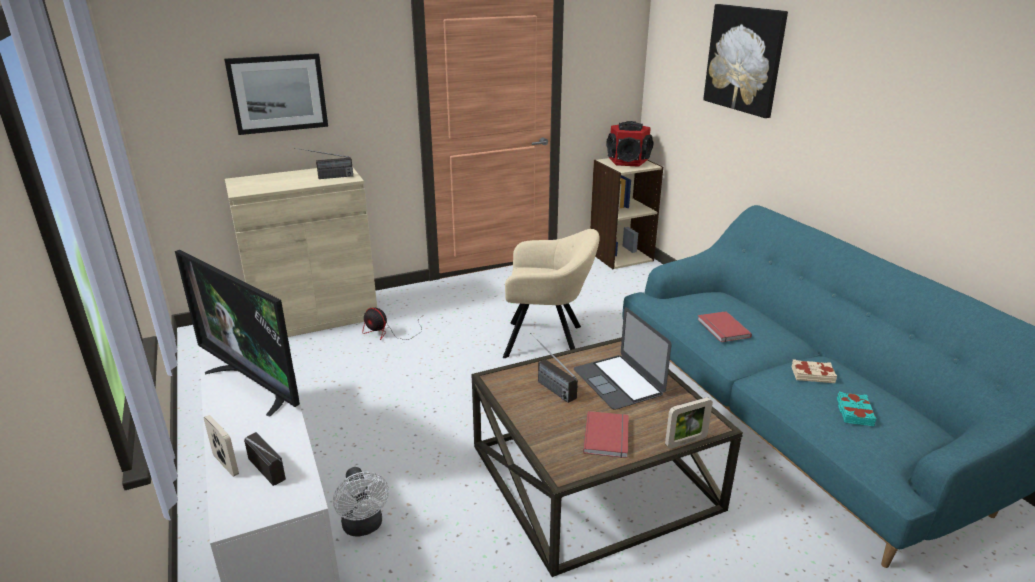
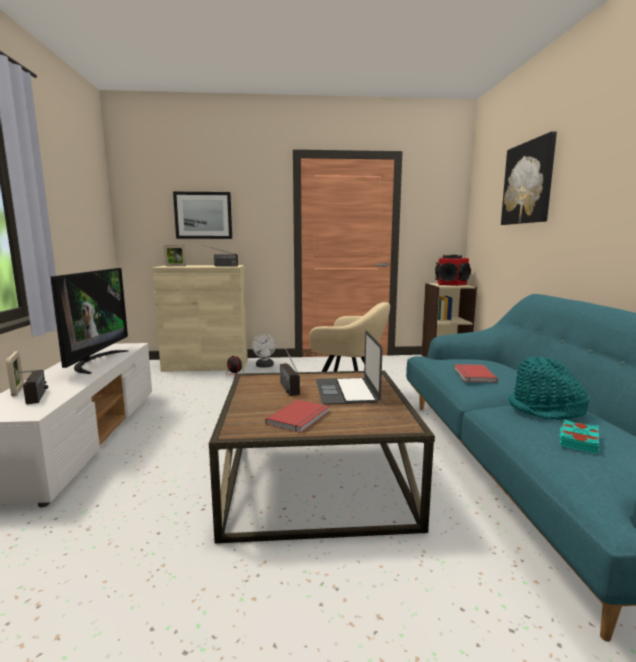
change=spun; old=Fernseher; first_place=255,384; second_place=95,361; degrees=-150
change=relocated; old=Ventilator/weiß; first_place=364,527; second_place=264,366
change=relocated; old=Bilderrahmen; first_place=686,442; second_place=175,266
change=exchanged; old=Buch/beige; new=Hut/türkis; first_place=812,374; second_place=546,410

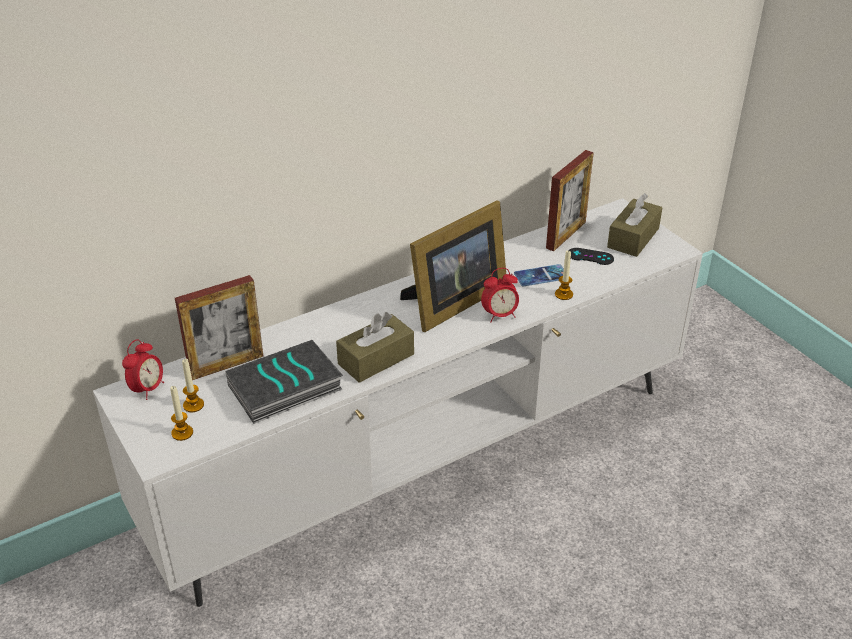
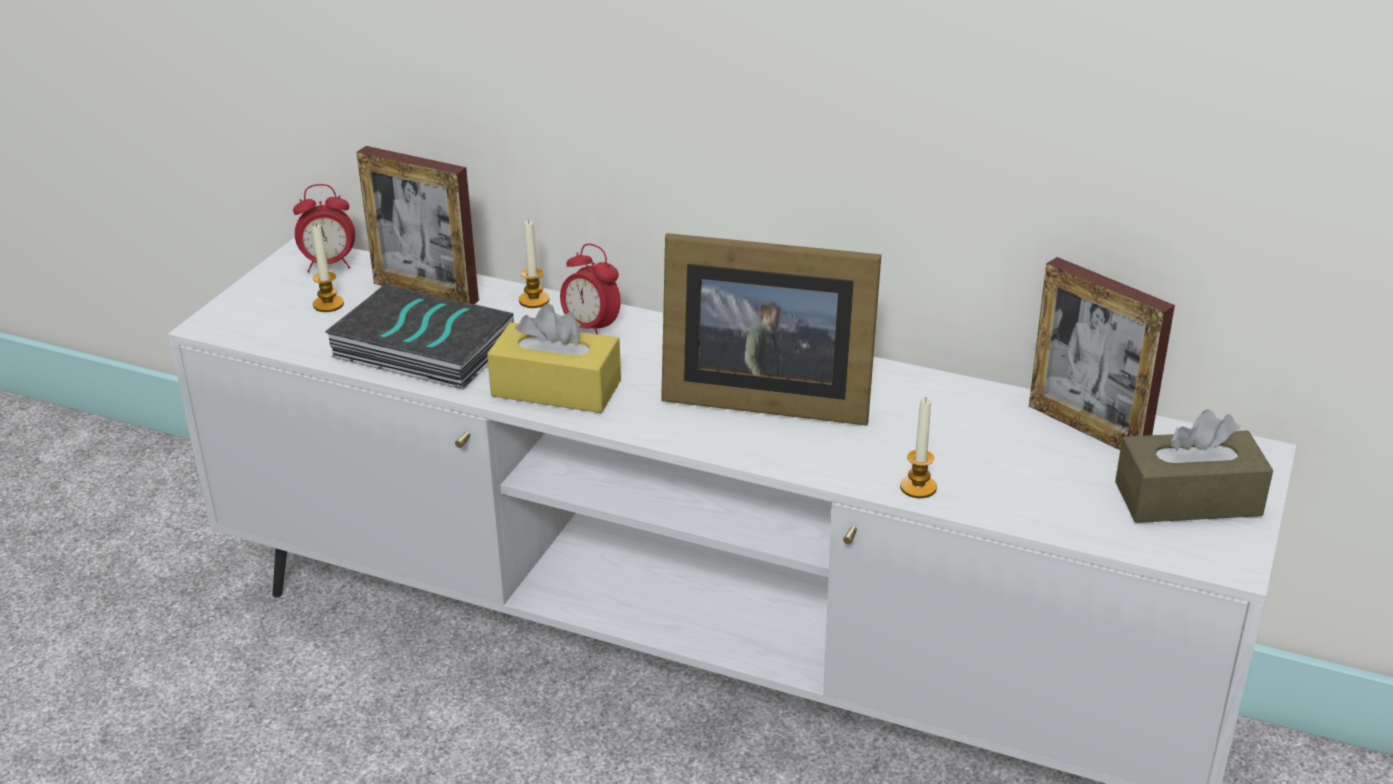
change=relocated; old=Kerze; first_place=182,433; second_place=534,300
change=colour; old=Taschentuchbox/braun; new=Taschentuchbox/gelb; first_place=376,359; second_place=556,388
change=relocated; old=Wecker; first_place=500,315; second_place=591,329
change=missing; old=Handy; first_place=541,276
change=spun; old=Bilderrahmen; first_place=566,235; second_place=1087,428; degrees=45
change=missing; old=Gamepad/schwarz; first_place=590,256

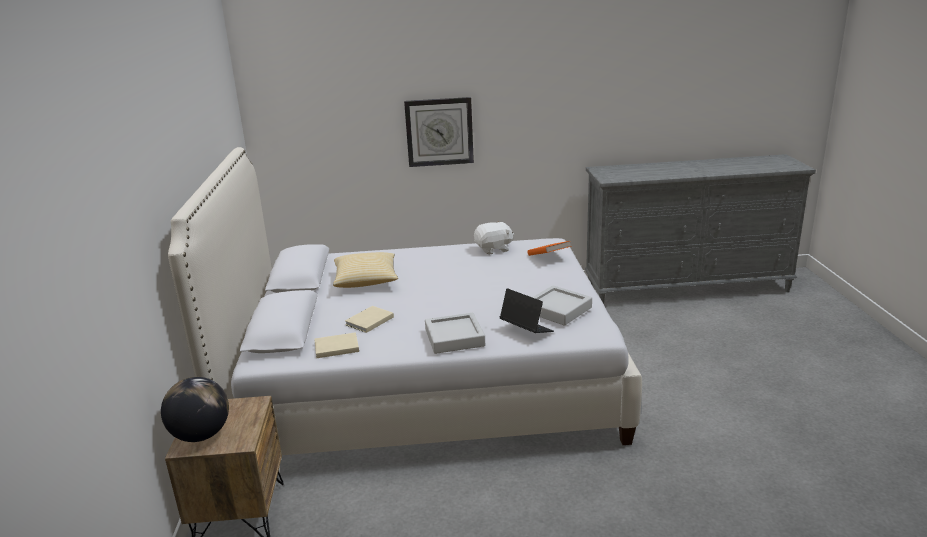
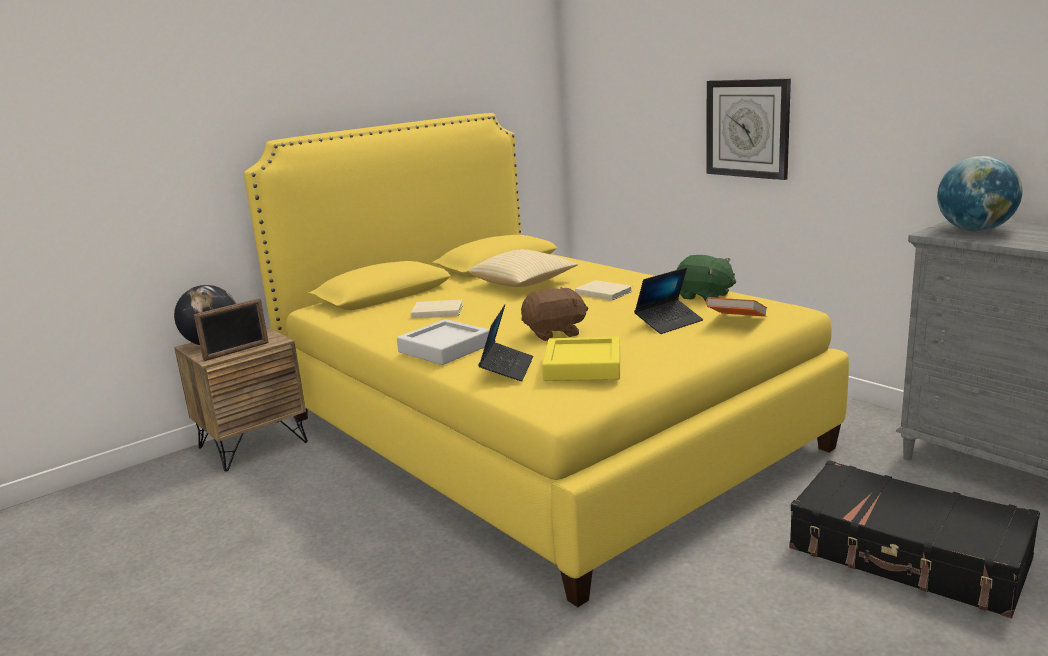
change=colour; old=Bett/weiß; new=Bett/gelb; first_place=425,383; second_place=538,432
change=relocated; old=Buch/beige; first_place=335,347; second_place=603,292
change=colour; old=Plüschtier/weiß; new=Plüschtier/grün; first_place=494,249; second_place=704,296
change=colour; old=Tablett/grau; new=Tablett/gelb; first_place=558,310; second_place=583,366
change=appeared; new=Bilderrahmen; second_place=236,351
change=appeared; new=Plüschtier/braun; second_place=554,333
change=appeared; new=Laptop; second_place=669,323
change=appeared; new=Koffer/schwarz; second_place=908,555
change=appeared; new=Globus; second_place=975,230

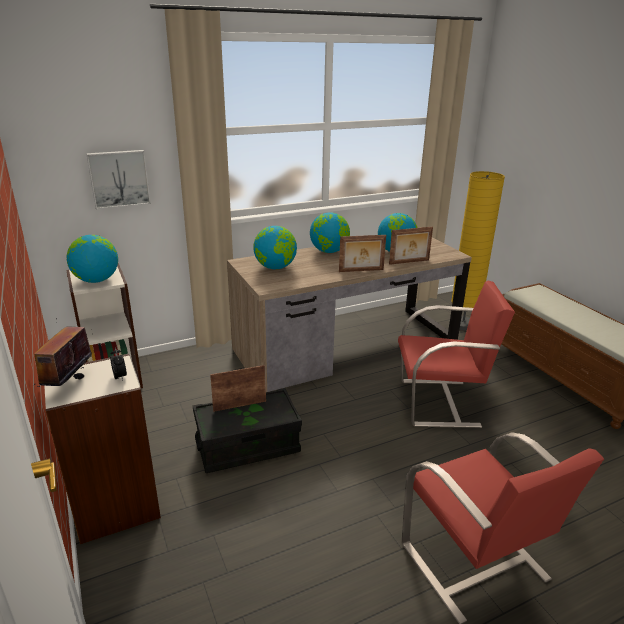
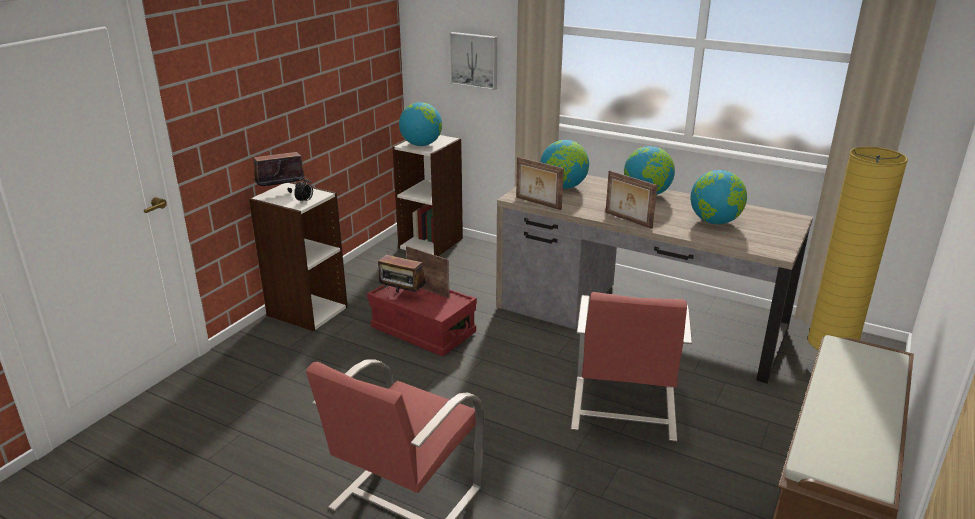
change=colour; old=Aufbewahrungsbox/schwarz; new=Aufbewahrungsbox/rot; first_place=248,446; second_place=423,331
change=relocated; old=Bilderrahmen; first_place=409,262; second_place=537,203
change=spun; old=Stuhl/rot; first_place=440,403; second_place=623,409; degrees=45
change=appeared; new=Radio; second_place=402,295

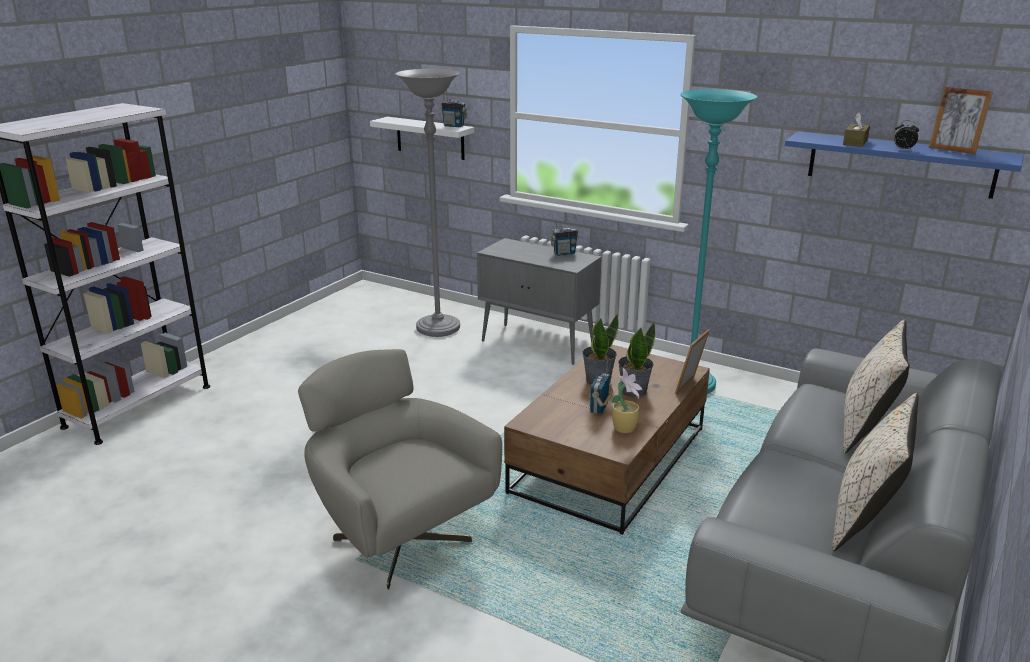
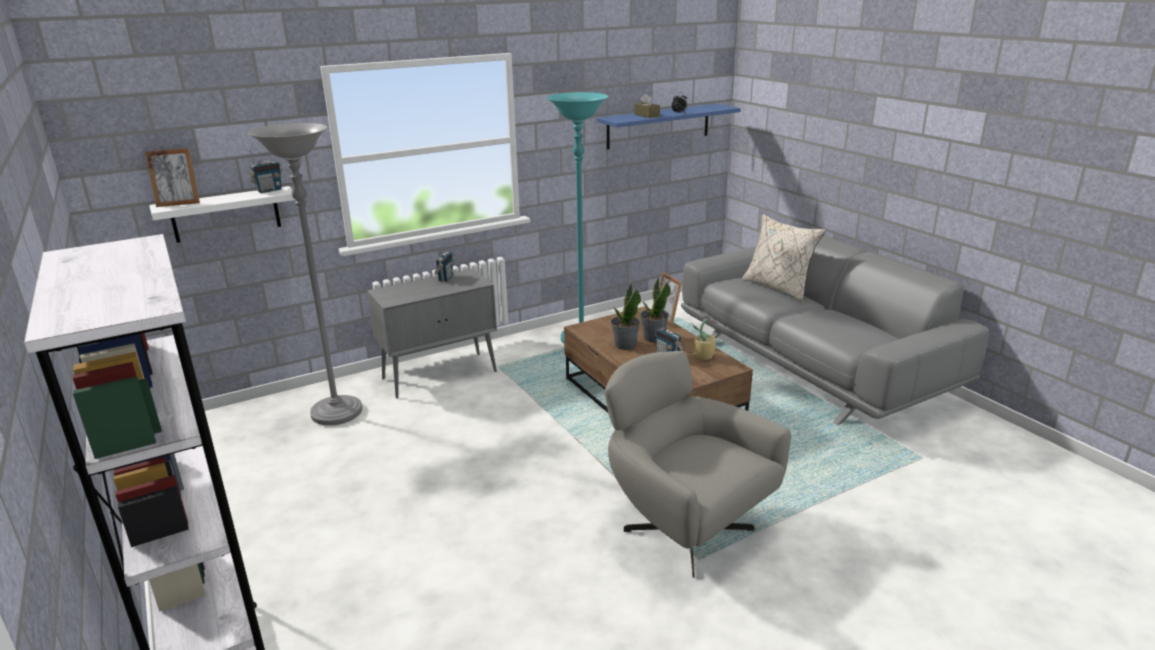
change=spun; old=Sessel/grau; first_place=399,538; second_place=684,528; degrees=60
change=missing; old=Kissen/beige; first_place=865,519
change=relocated; old=Bilderrahmen; first_place=953,150; second_place=179,203

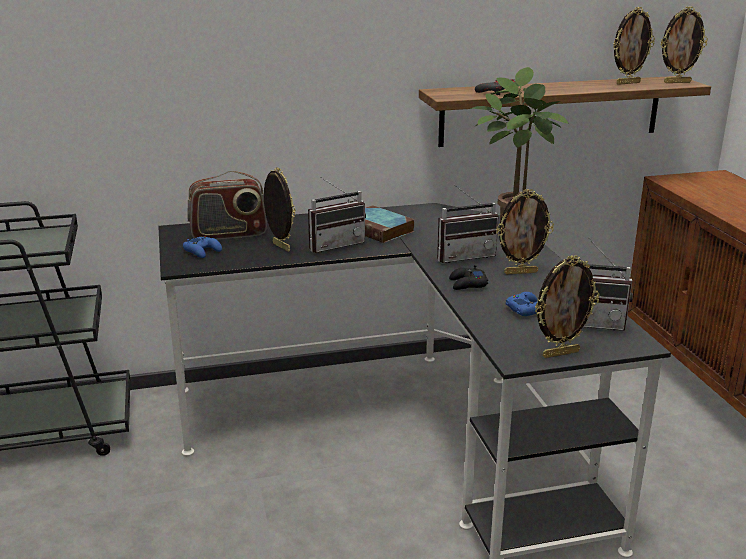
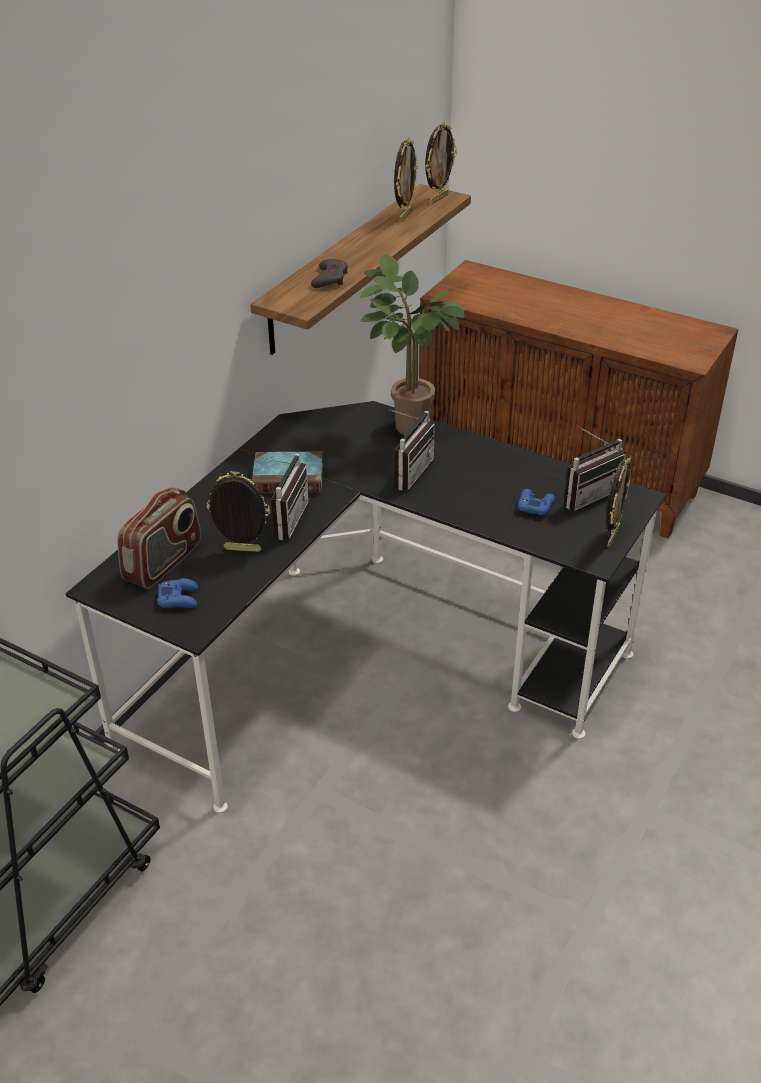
change=missing; old=Gamepad/schwarz; first_place=467,284
change=missing; old=Bilderrahmen; first_place=520,272

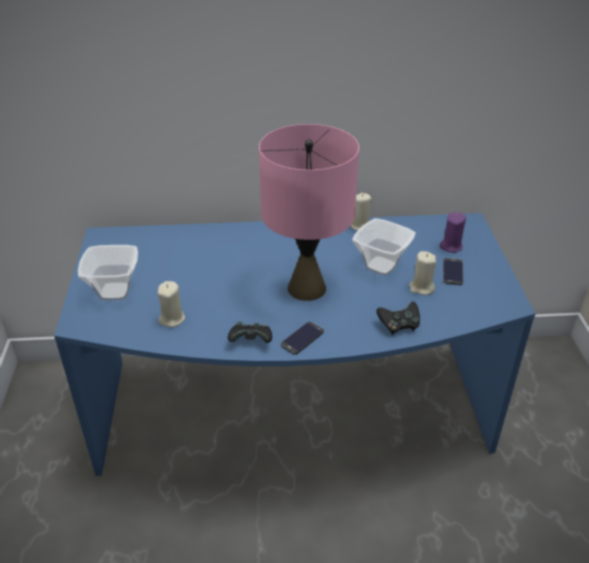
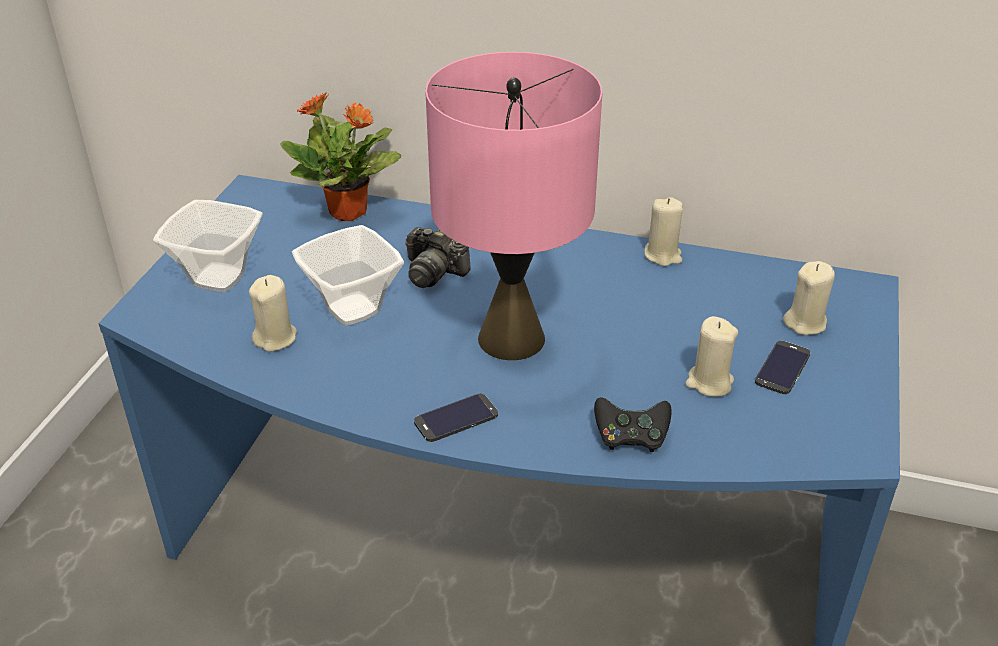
change=missing; old=Gamepad/schwarz; first_place=251,341
change=relocated; old=Schüssel; first_place=381,265; second_place=354,308
change=colour; old=Kerze/lila; new=Kerze/beige; first_place=451,246; second_place=805,323
change=appeared; new=Topfpflanze; second_place=349,212
change=appeared; new=Kamera; second_place=433,272

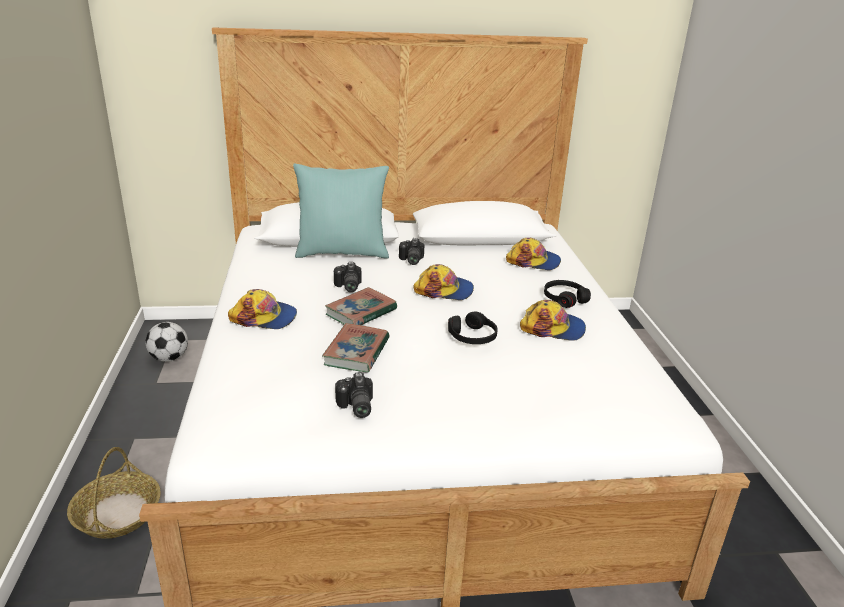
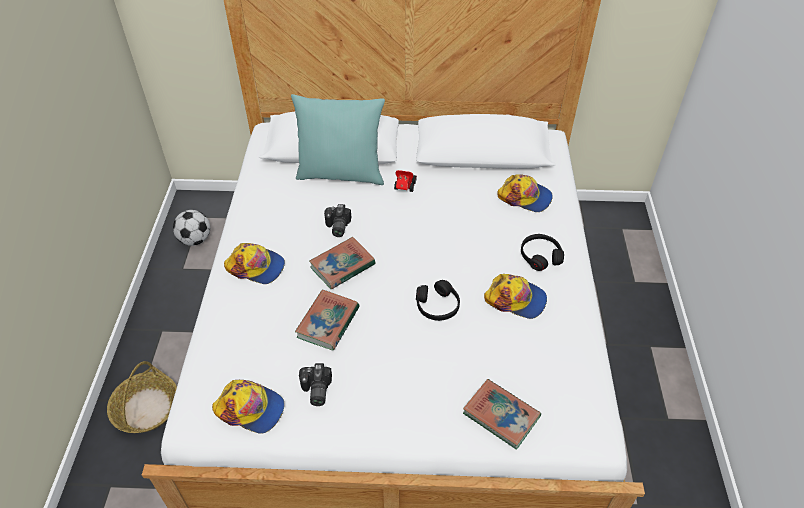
change=exchanged; old=Kamera; new=Spielzeugauto; first_place=410,260; second_place=404,188
change=relocated; old=Kappe; first_place=444,290; second_place=250,409
change=appeared; new=Buch; second_place=501,415

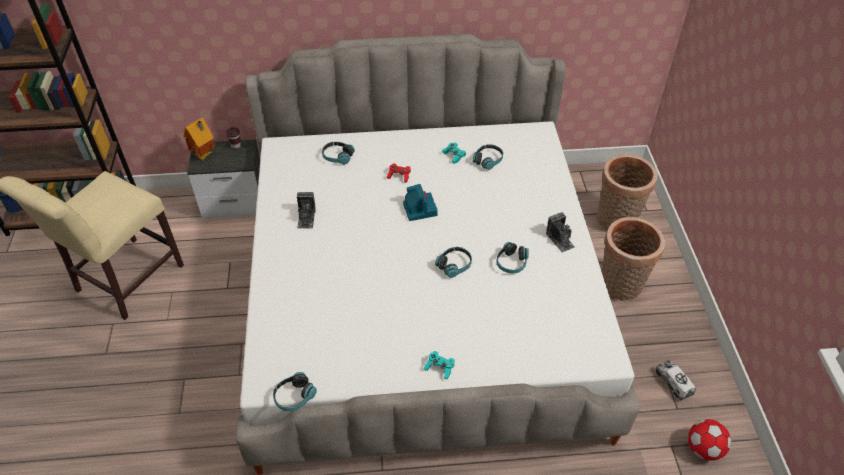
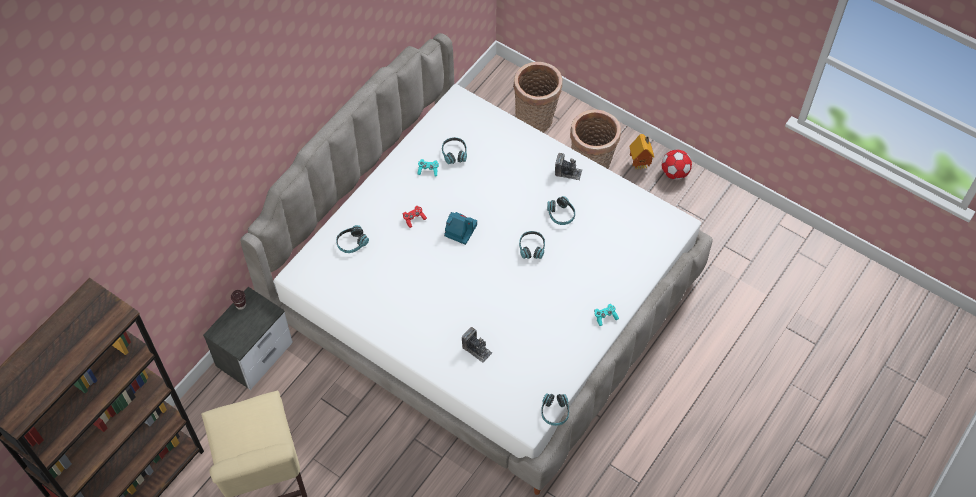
change=relocated; old=Spielzeughaus; first_place=204,156; second_place=640,164
change=relocated; old=Kamera; first_place=306,218; second_place=477,350
change=missing; old=Spielzeuglaster; first_place=673,383
change=relocated; old=Fußball; first_place=703,448; second_place=674,173

